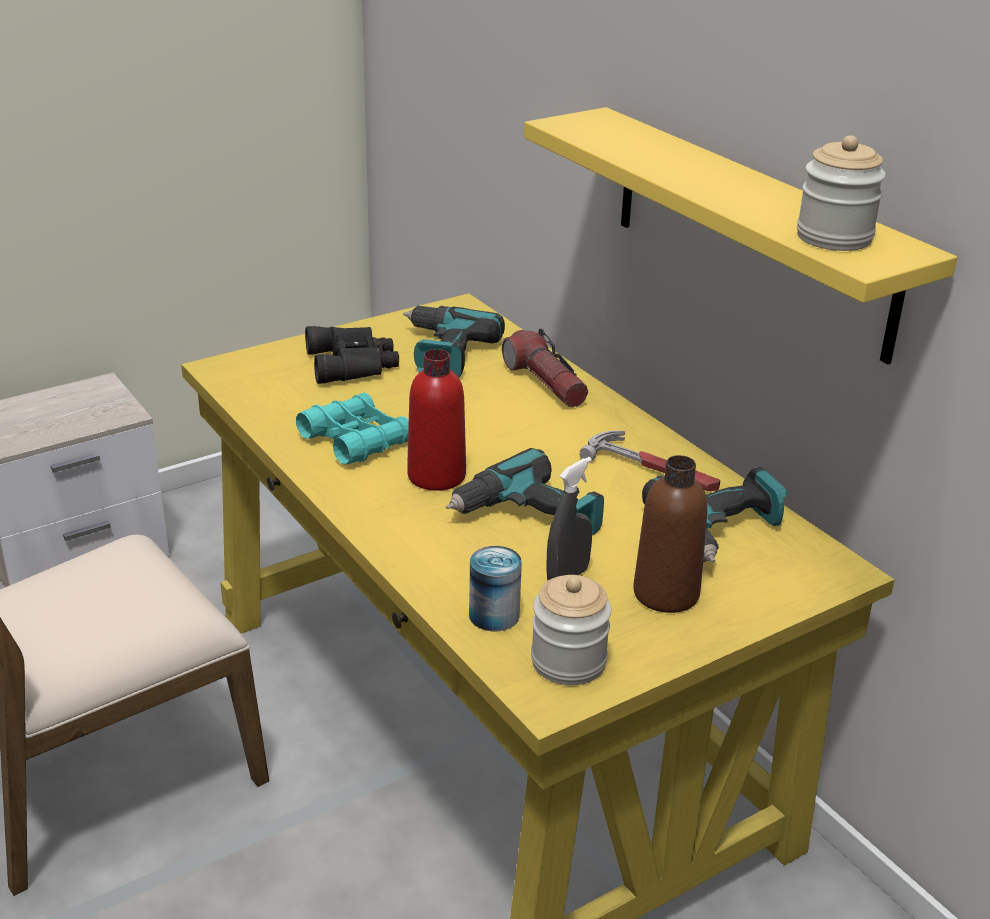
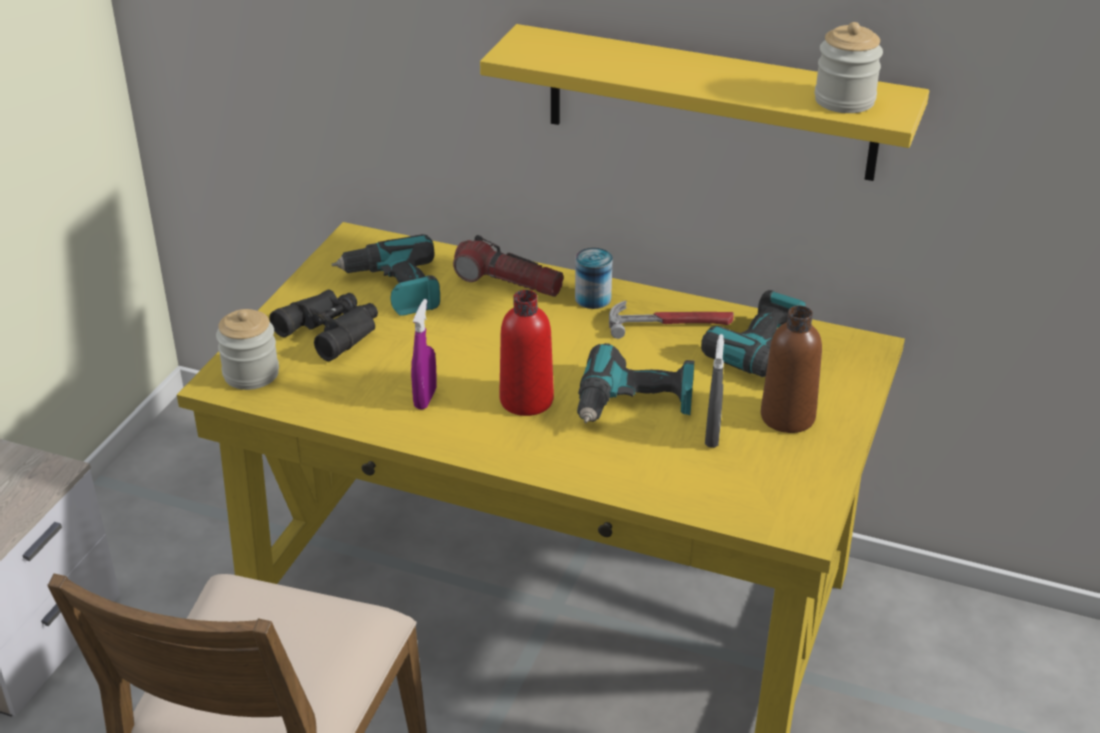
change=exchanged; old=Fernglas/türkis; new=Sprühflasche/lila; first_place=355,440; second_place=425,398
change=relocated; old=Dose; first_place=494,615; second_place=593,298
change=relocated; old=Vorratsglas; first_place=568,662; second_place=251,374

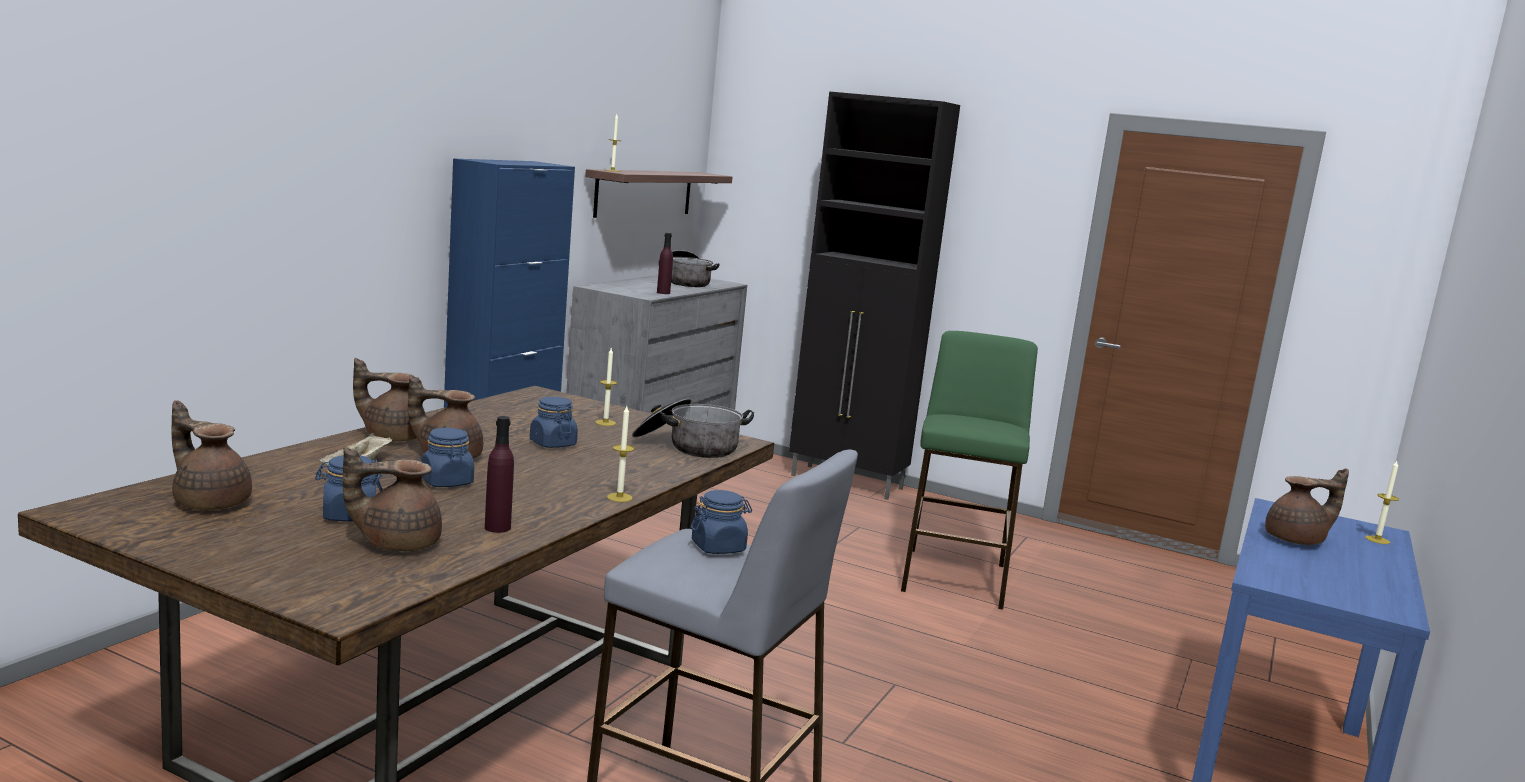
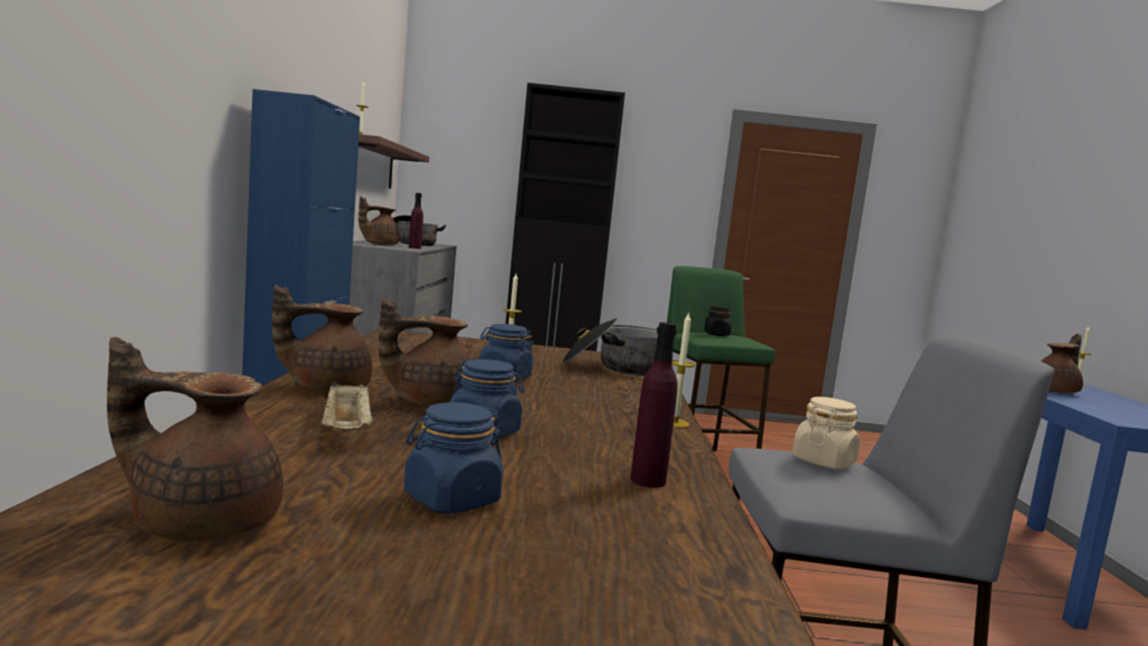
change=relocated; old=Teekanne/braun; first_place=397,543; second_place=379,244
change=colour; old=Vorratsglas/blau; new=Vorratsglas/beige; first_place=718,547; second_place=823,462
change=appeared; new=Vorratsglas/schwarz; second_place=716,334

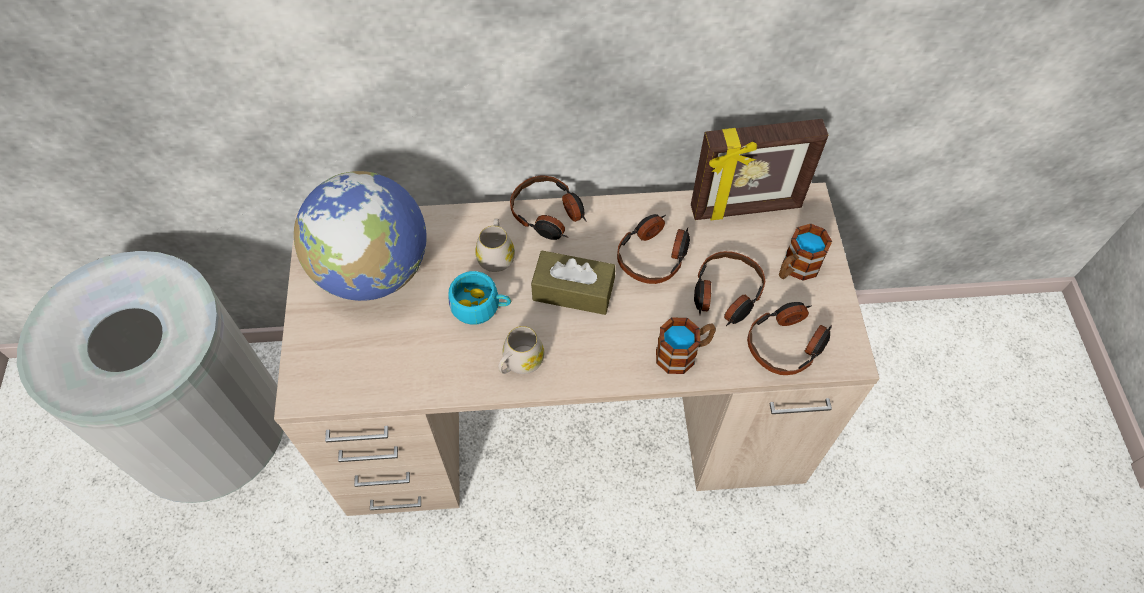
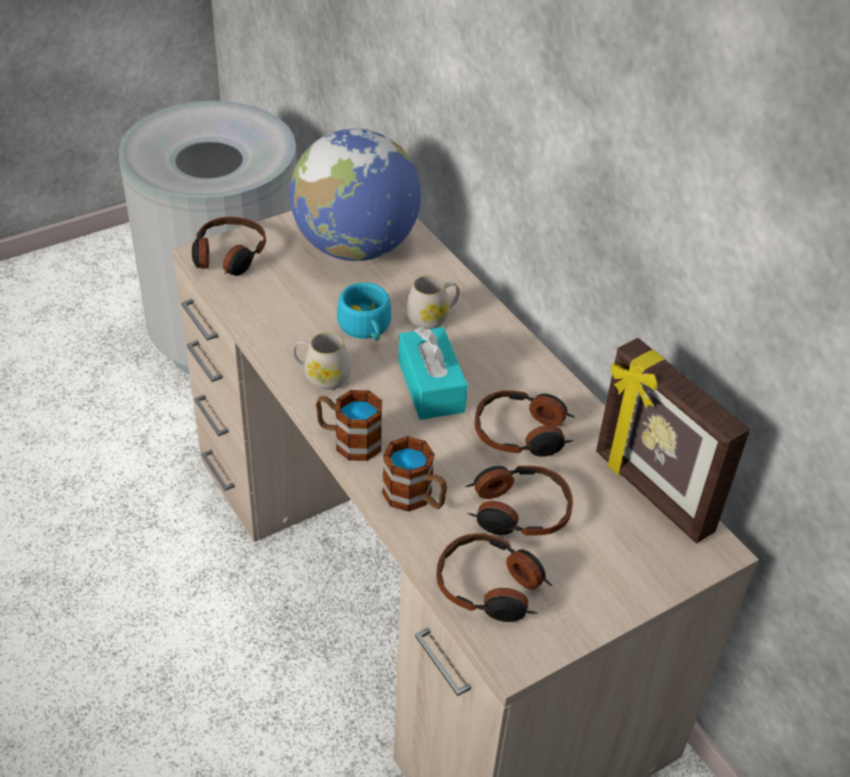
change=relocated; old=Kopfhörer; first_place=548,215; second_place=228,256
change=colour; old=Taschentuchbox/braun; new=Taschentuchbox/türkis; first_place=573,291; second_place=431,386
change=relocated; old=Henkelbecher; first_place=795,269; second_place=349,440

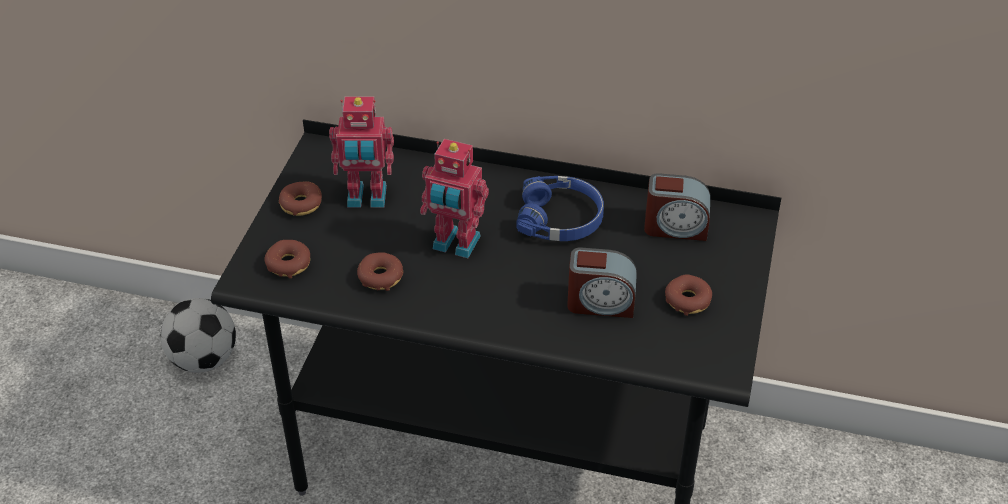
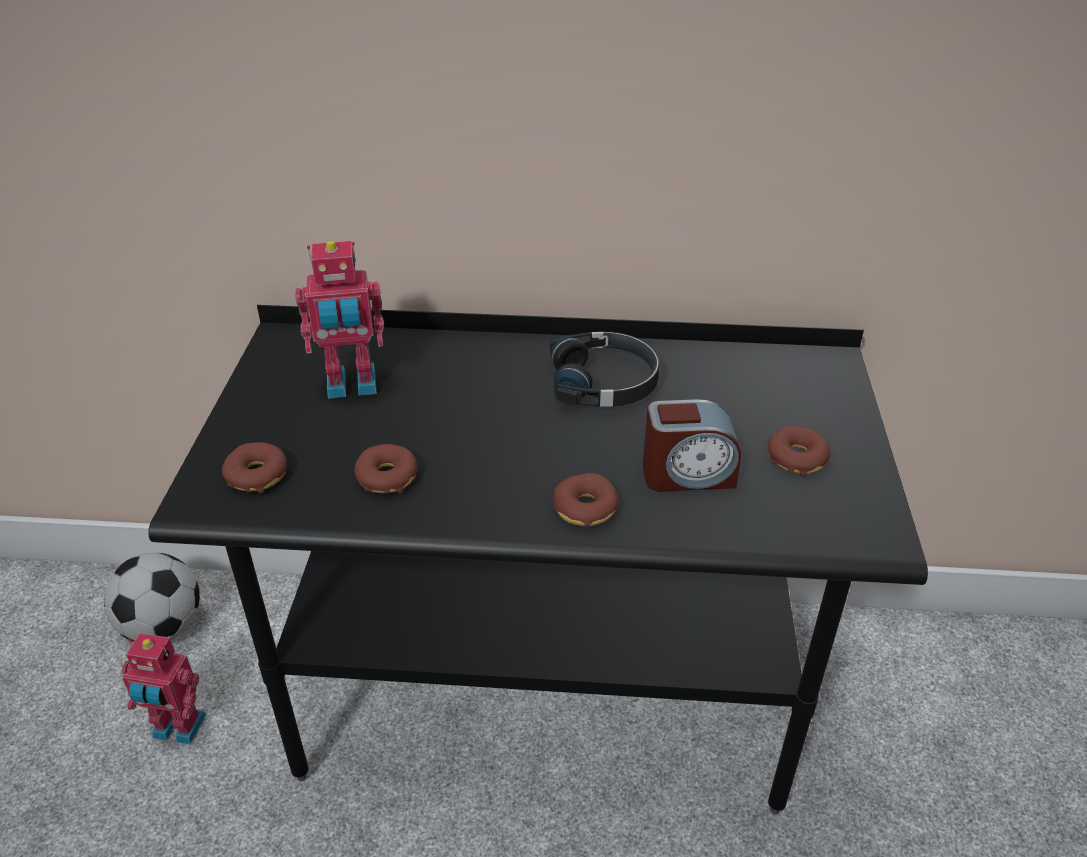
change=relocated; old=Donut; first_place=301,204; second_place=585,508
change=relocated; old=Spielzeugroboter; first_place=455,245; second_place=177,729
change=colour; old=Kopfhörer/blau; new=Kopfhörer/schwarz; first_place=561,219; second_place=604,383
change=missing; old=Wecker; first_place=675,227

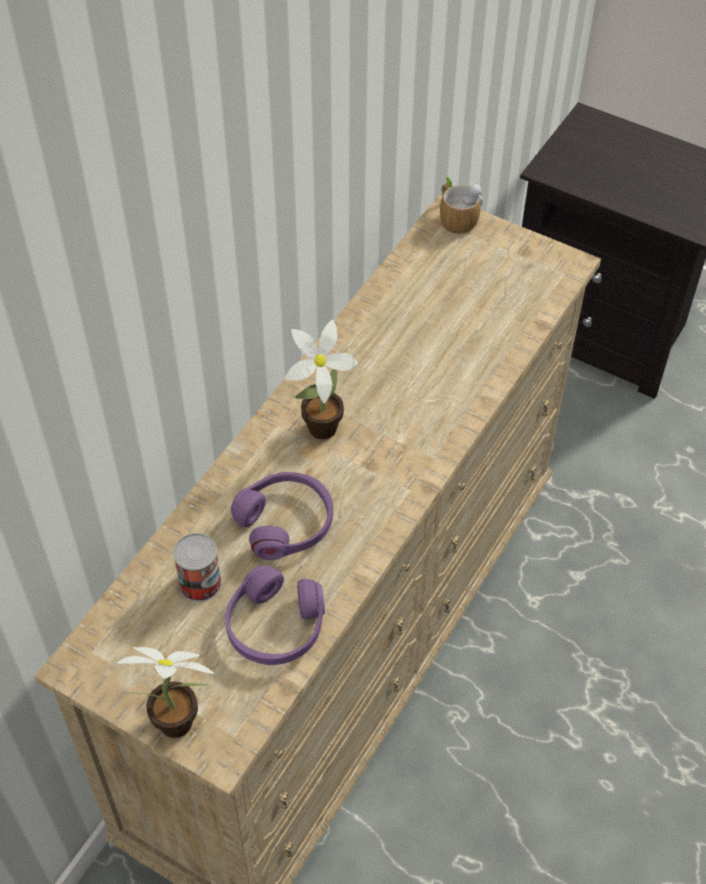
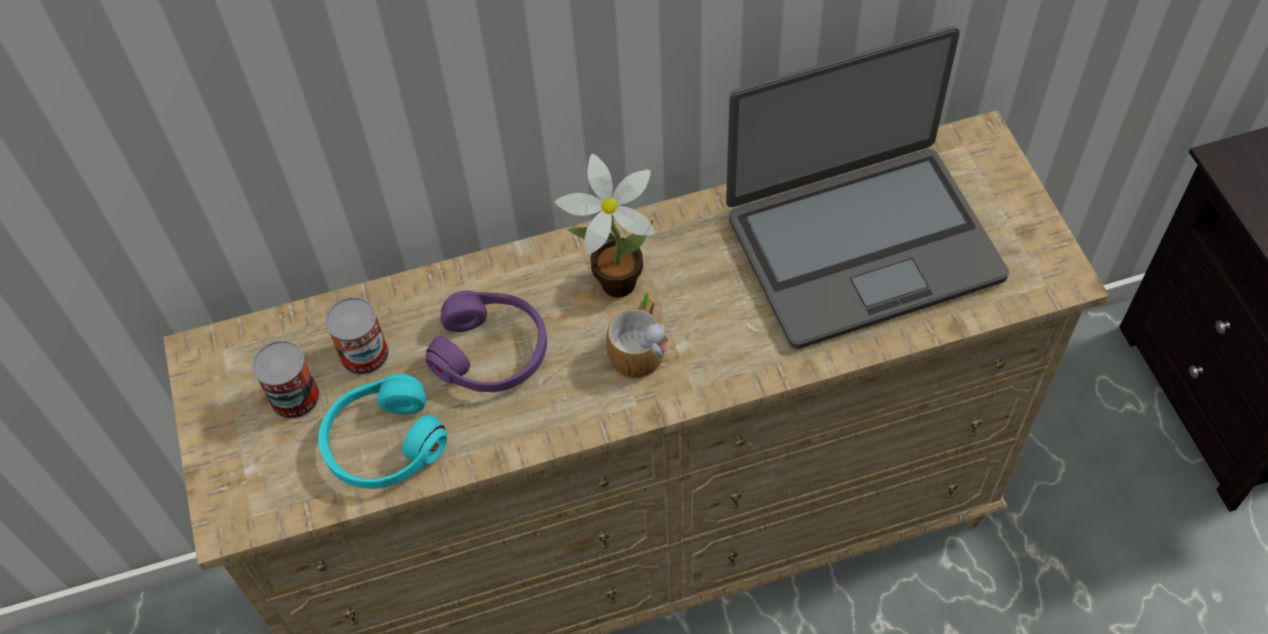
change=missing; old=Topfpflanze; first_place=181,725
change=colour; old=Kopfhörer/lila; new=Kopfhörer/türkis; first_place=275,626; second_place=383,443
change=relocated; old=Henkelbecher; first_place=456,217; second_place=640,347
change=appeared; new=Dose; second_place=295,397
change=appeared; new=Laptop; second_place=862,244

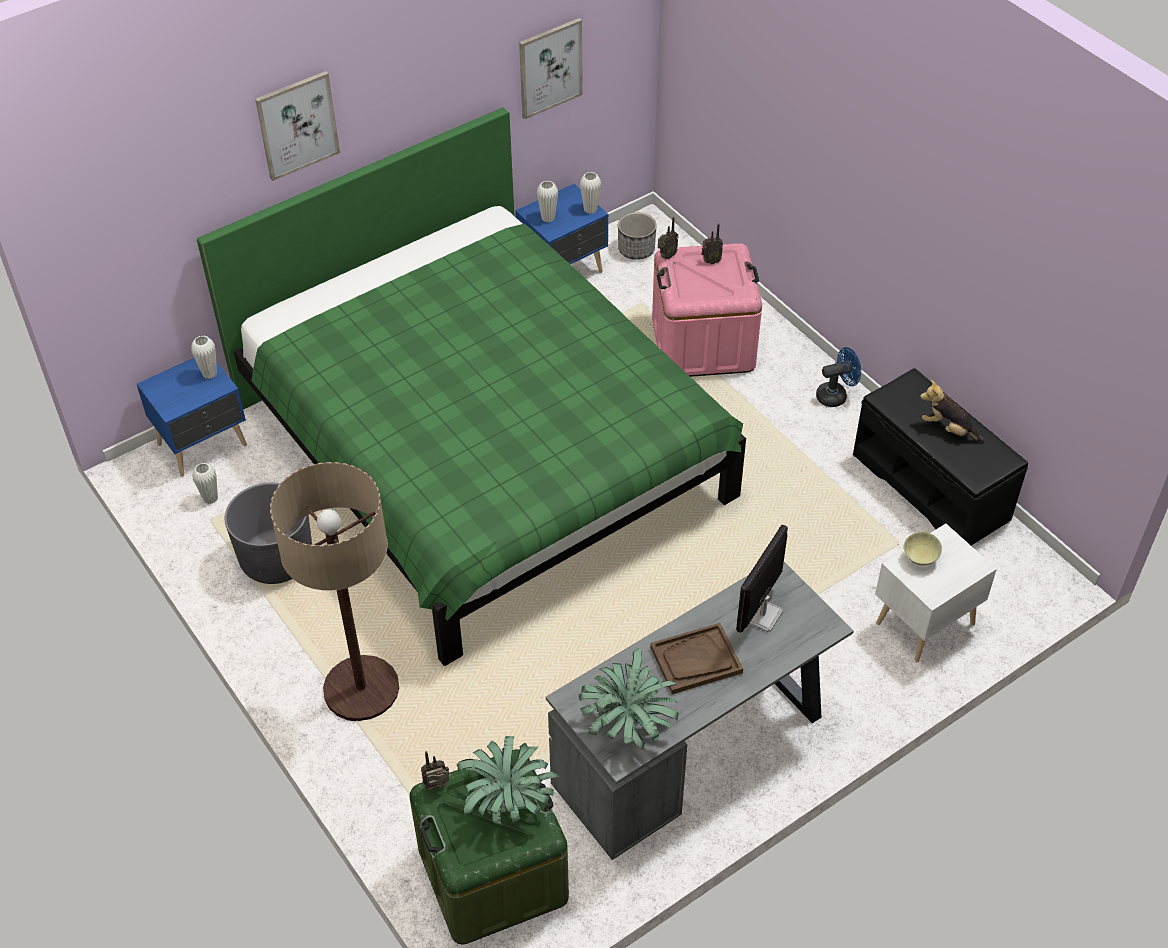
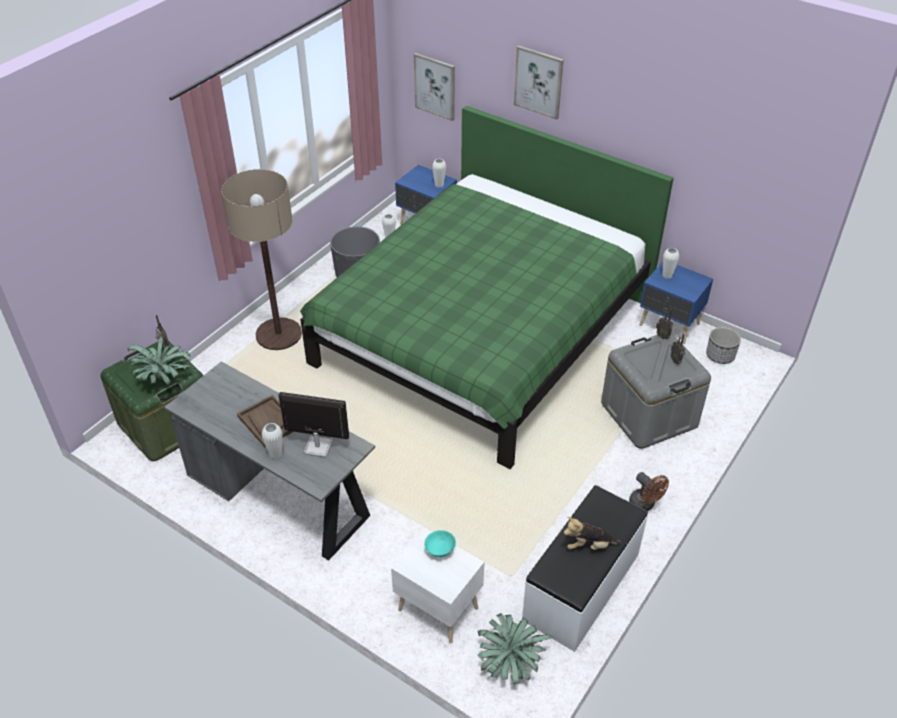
change=relocated; old=Bild; first_place=550,67; second_place=435,86
change=relocated; old=Topfpflanze; first_place=629,722; second_place=510,661
change=relocated; old=Vase/weiß; first_place=590,209; second_place=276,454
change=colour; old=Aufbewahrungsbox/rosa; new=Aufbewahrungsbox/grau; first_place=703,343; second_place=649,414
change=colour; old=Ventilator/blau; new=Ventilator/braun; first_place=836,395; second_place=645,504
change=colour; old=Bank/schwarz; new=Bank/weiß; first_place=931,486; second_place=582,587
change=colour; old=Schüssel/beige; new=Schüssel/türkis; first_place=919,558; second_place=440,550
change=spun; old=Plüschtier; first_place=948,429; second_place=589,545; degrees=-105

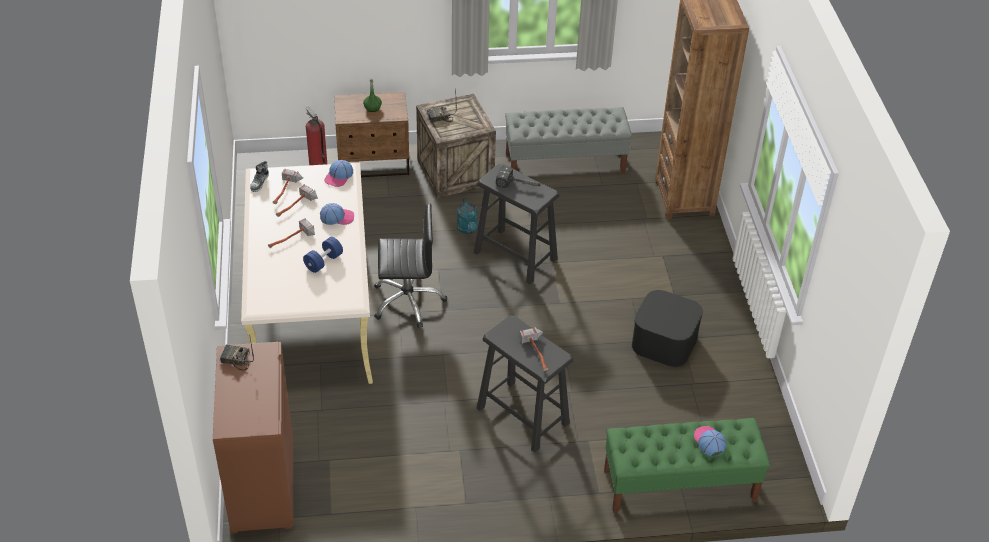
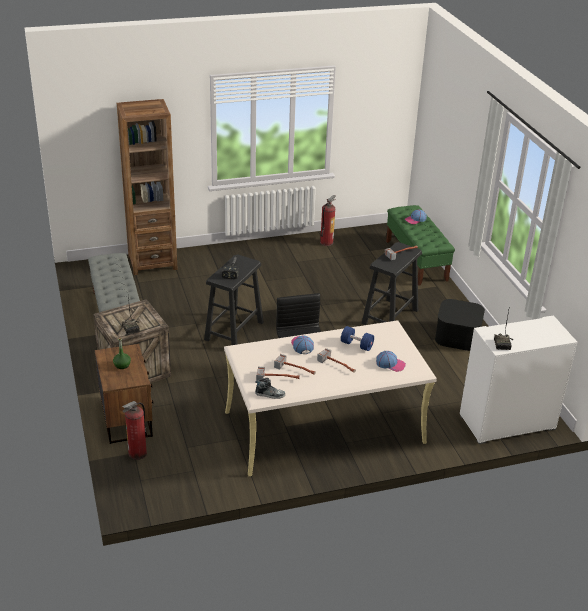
change=colour; old=Schrank/braun; new=Schrank/weiß; first_place=261,483; second_place=507,423
change=relocated; old=Kappe; first_place=339,176; second_place=390,364
change=missing; old=Gießkanne/türkis; first_place=468,230
change=relocated; old=Aufbewahrungsbox/schwarz; first_place=664,341; second_place=457,336
change=appeared; new=Feuerlöscher; second_place=326,242

